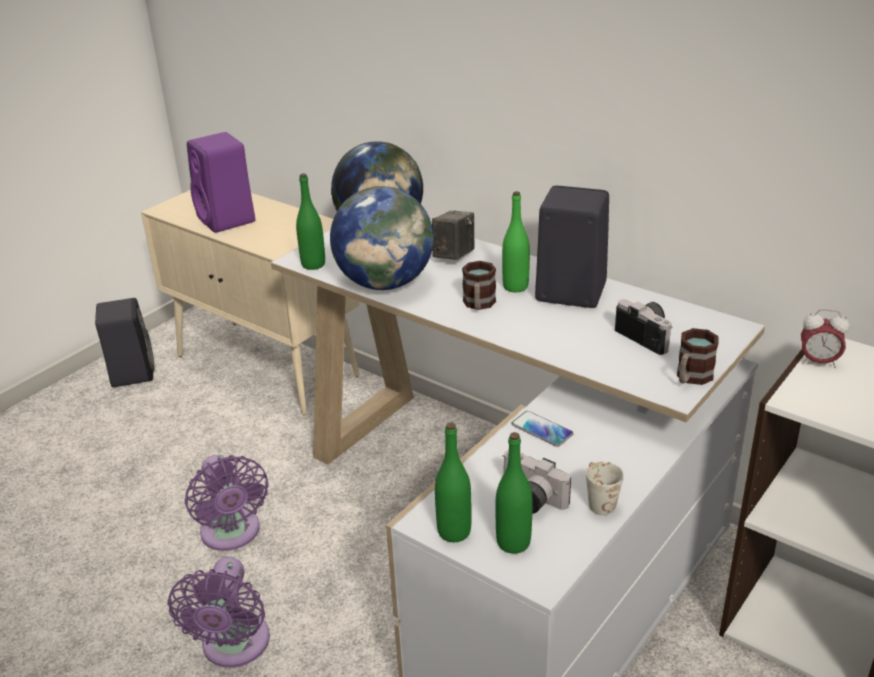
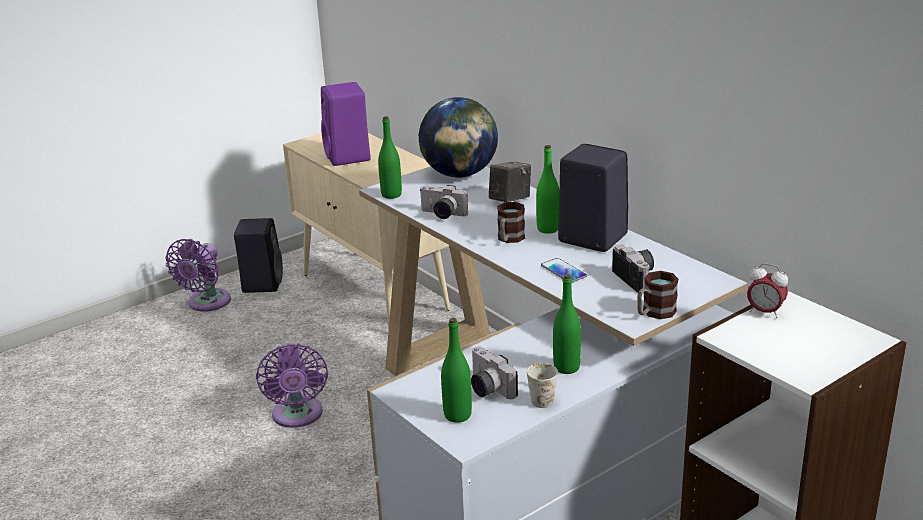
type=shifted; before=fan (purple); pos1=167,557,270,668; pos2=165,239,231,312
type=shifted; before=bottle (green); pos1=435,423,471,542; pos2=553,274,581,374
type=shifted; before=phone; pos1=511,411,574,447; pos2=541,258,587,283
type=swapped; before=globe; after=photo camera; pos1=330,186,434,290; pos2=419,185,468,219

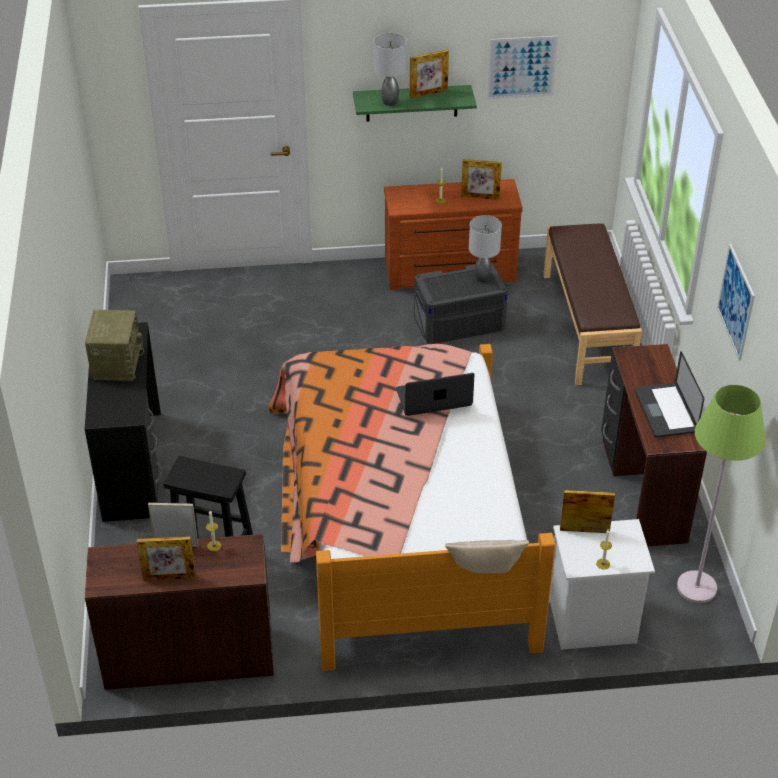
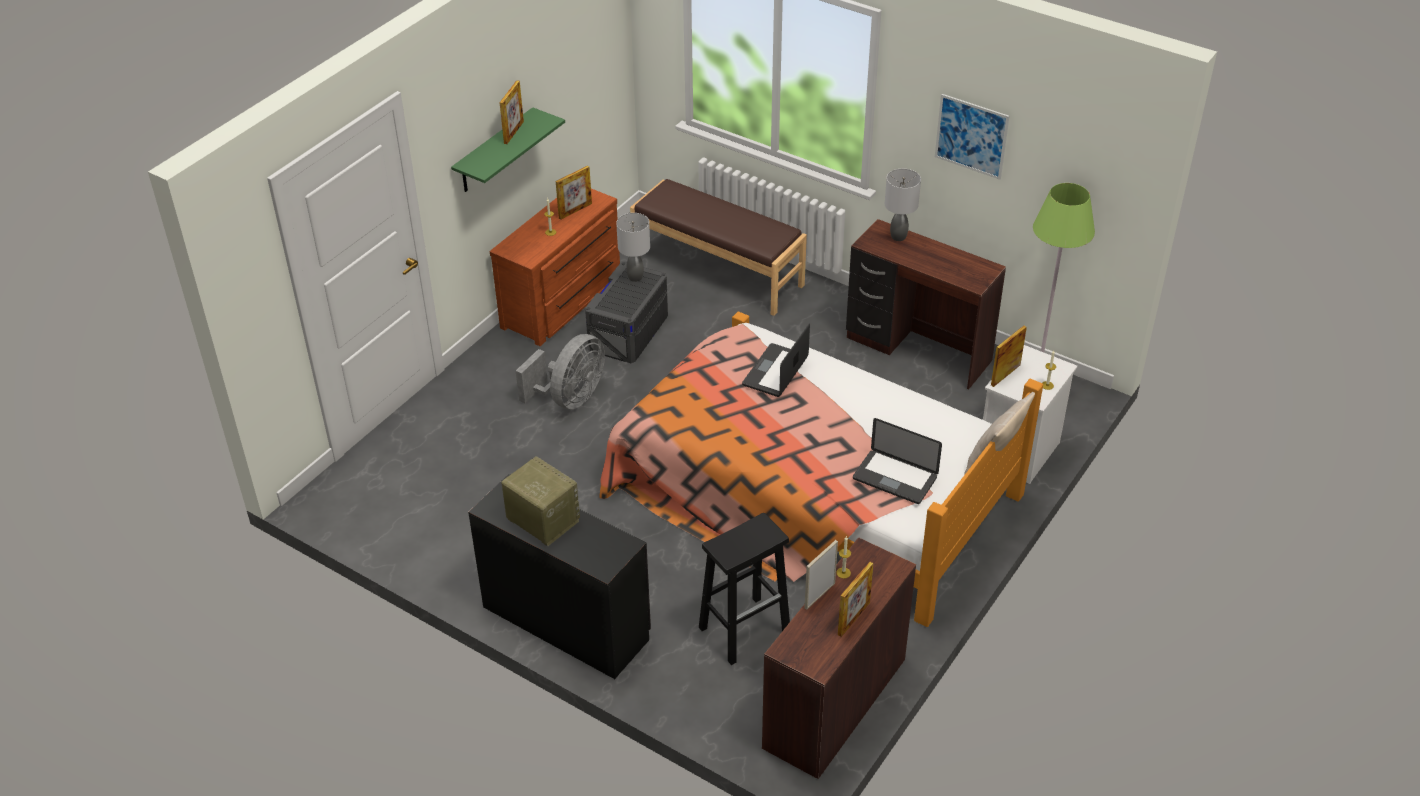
type=gone; before=picture; pos1=487,36,558,99
type=new; after=fan (grey); pos2=516,334,605,409
type=shifted; before=table lamp (grey); pos1=374,33,407,106; pos2=885,169,921,241
type=shifted; before=laptop; pos1=635,351,704,438; pos2=853,418,942,504

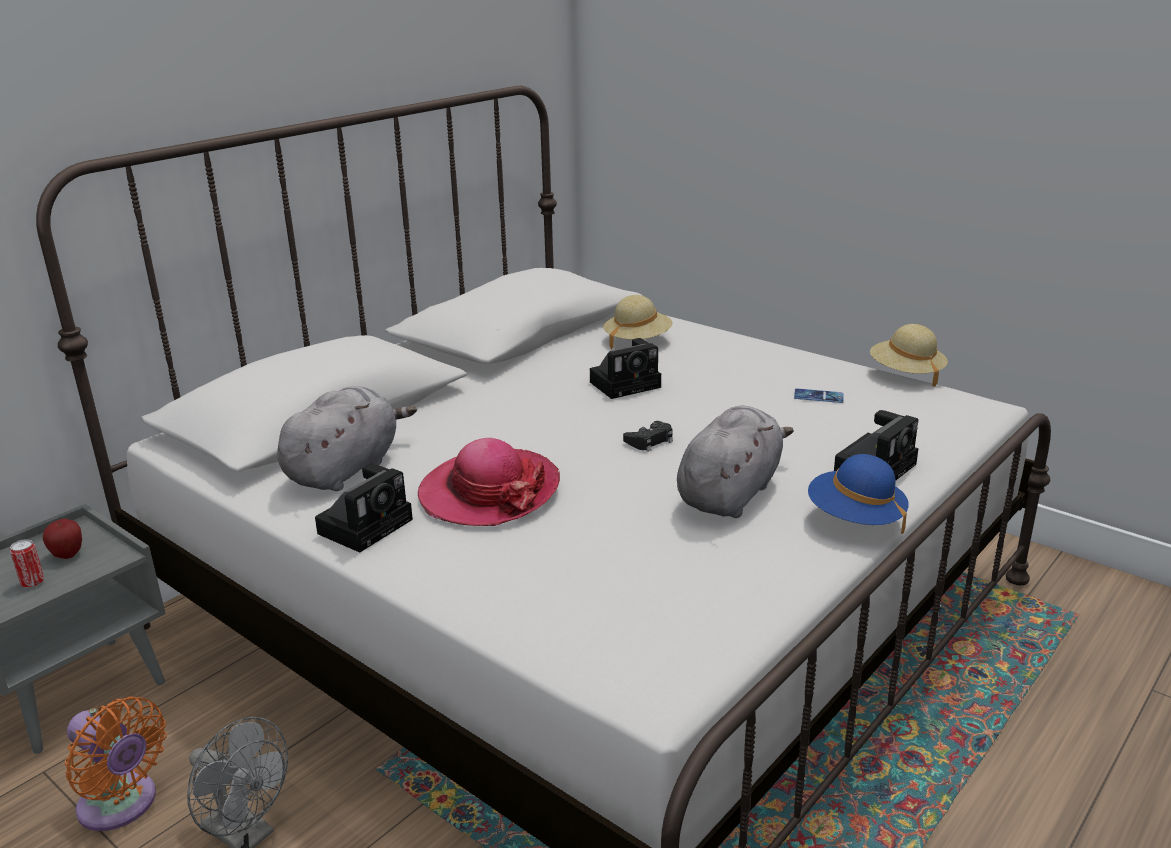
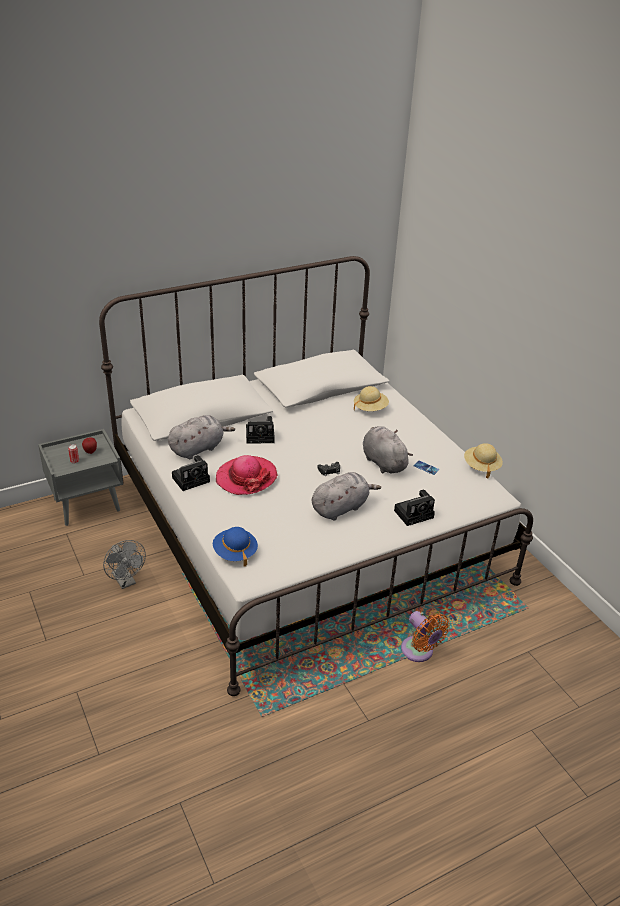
type=new; after=plush toy (grey); pos2=363,426,413,473
type=shifted; before=fan (orange); pos1=65,696,167,831; pos2=401,611,450,662
type=shifted; before=photo camera; pos1=590,338,661,399; pos2=246,416,275,444
type=shifted; before=hat (blue); pos1=808,454,909,534; pos2=213,527,258,567

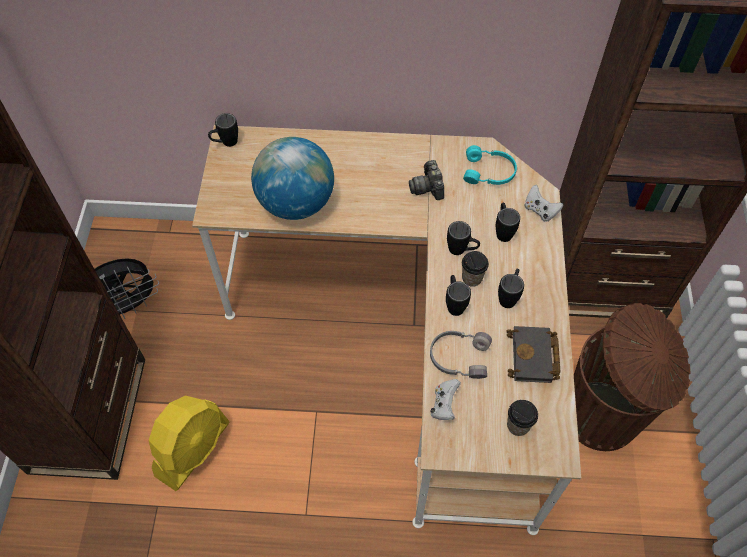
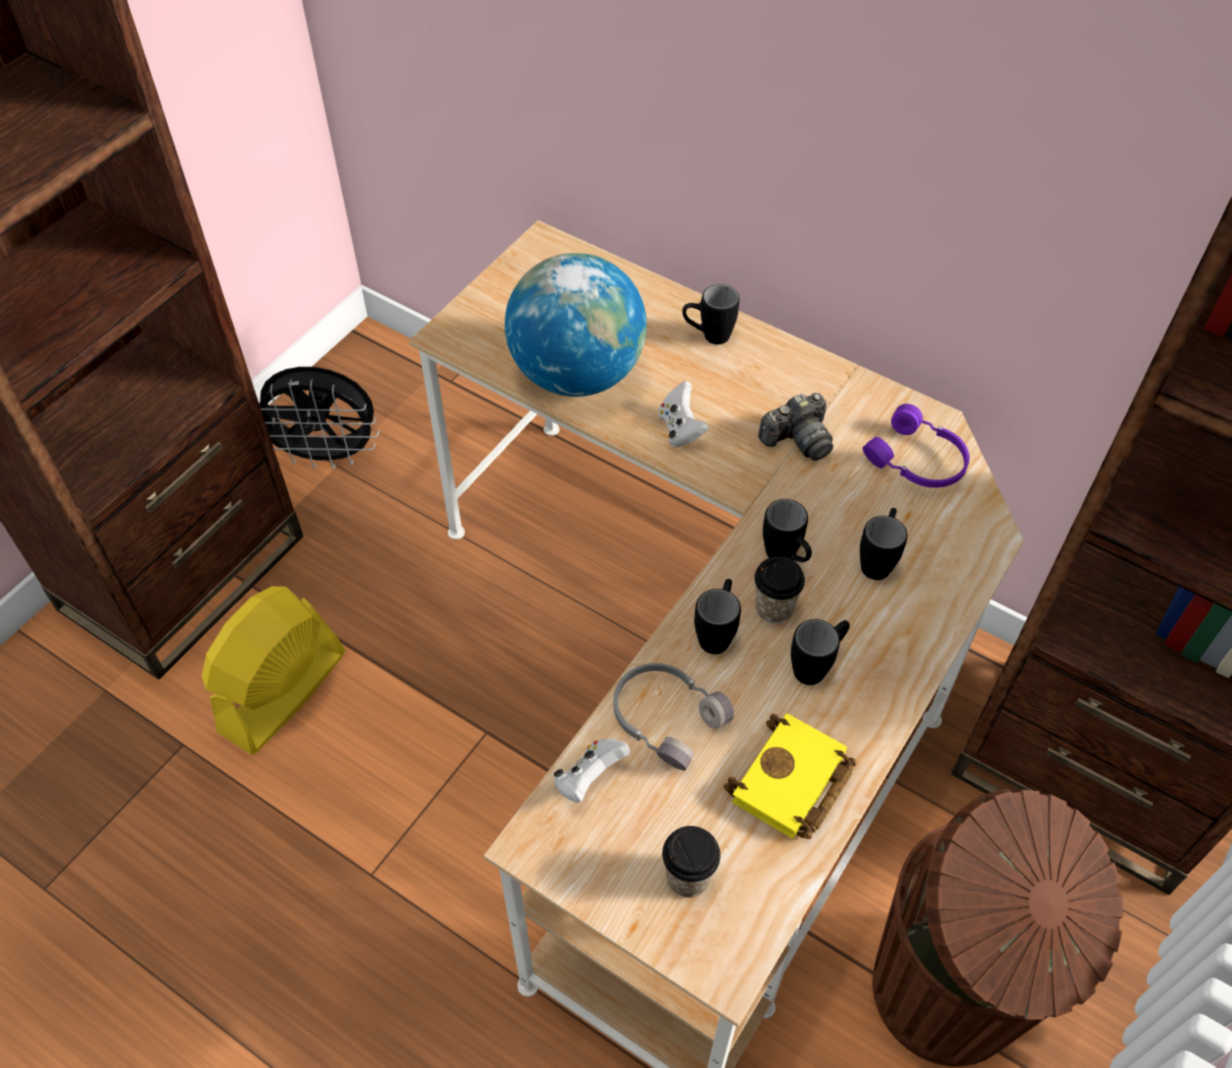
type=shifted; before=mug (black); pos1=208,113,238,147; pos2=682,284,739,345
type=shifted; before=game controller (white); pos1=524,185,563,222; pos2=658,381,709,447
type=repainted; before=headphones (turquoise); after=headphones (purple); pos1=463,145,517,185; pos2=863,404,969,488
type=repainted; before=book (black); after=book (yellow); pos1=507,326,560,383; pos2=724,713,857,839
type=rotated; before=fan (yellow); pos1=148,396,230,491; pos2=202,586,345,755; turn=150
type=rotated; before=photo camera; pos1=409,160,444,200; pos2=758,393,833,461; turn=-135

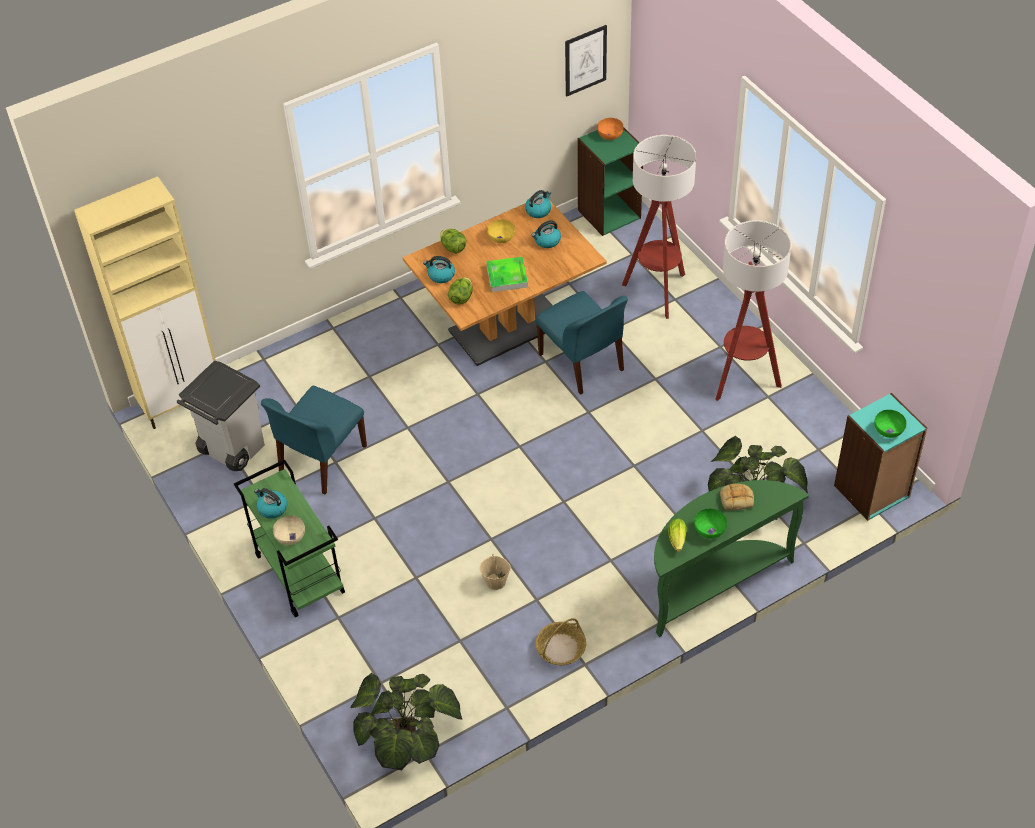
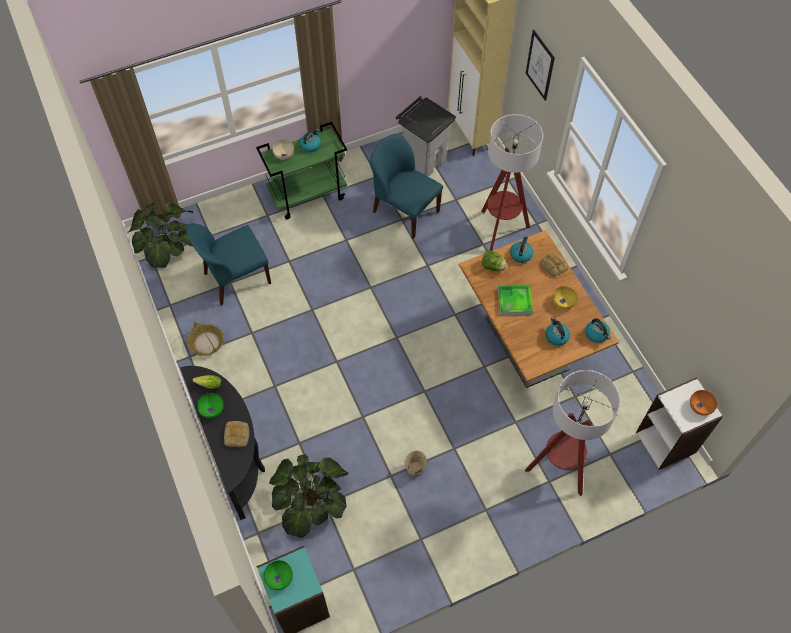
type=shifted; before=bucket (beige); pos1=479,554,511,590; pos2=404,450,427,477
type=shifted; before=chair (blue); pos1=535,291,628,395; pos2=186,223,271,305
type=shifted; before=picture; pos1=565,25,607,97; pos2=526,30,555,101
type=shifted; before=floor lamp; pos1=715,220,792,401; pos2=481,114,543,251
type=swapped; before=lettuce; after=bread; pos1=440,229,466,254; pos2=540,253,569,276
type=repainted; before=bookcase (green); after=bookcase (white); pos1=577,128,643,236; pos2=636,377,723,470
type=repainted; before=console table (green); after=console table (black); pos1=654,480,809,637; pos2=180,366,265,520

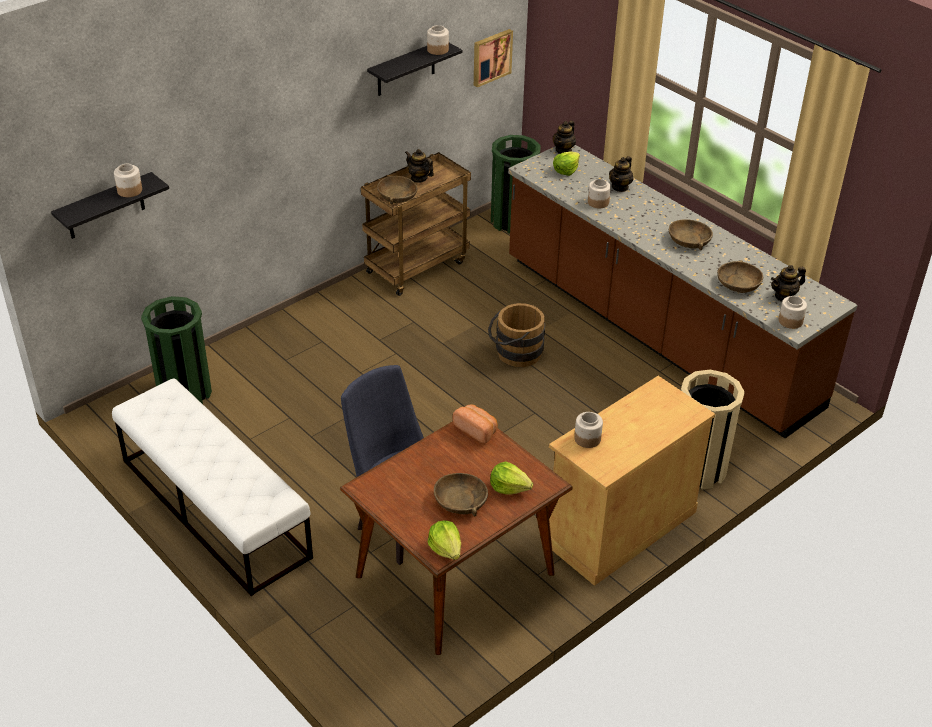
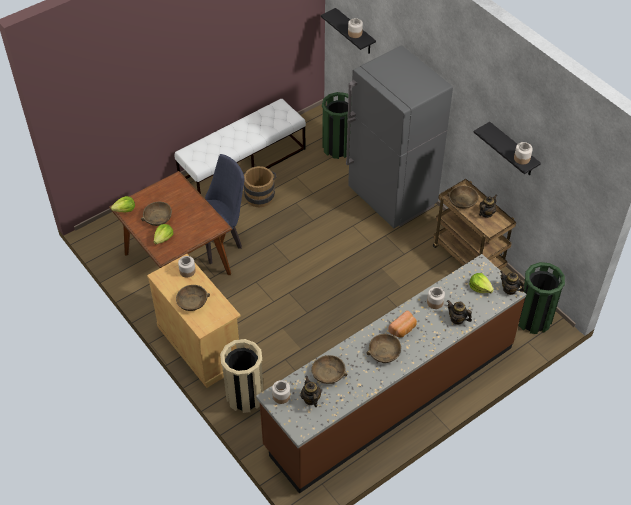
type=gone; before=picture; pos1=474,29,513,87
type=new; after=bowl (brown); pos2=176,285,210,311
type=new; after=fridge (grey); pos2=346,45,453,228
type=shifted; before=bread; pos1=453,405,498,443; pos2=389,311,417,337
type=shifted; before=bucket (brown); pos1=488,303,545,367; pos2=243,166,277,207

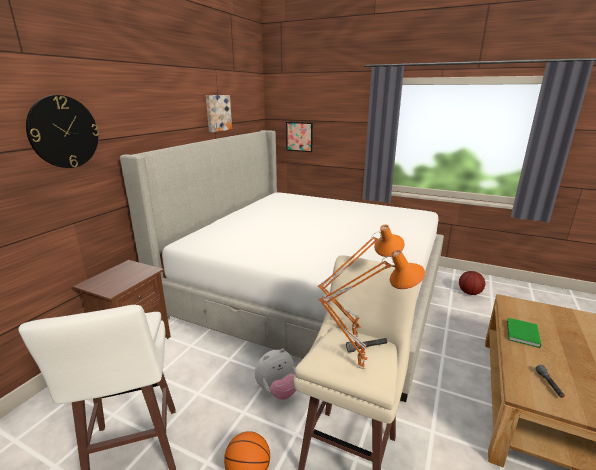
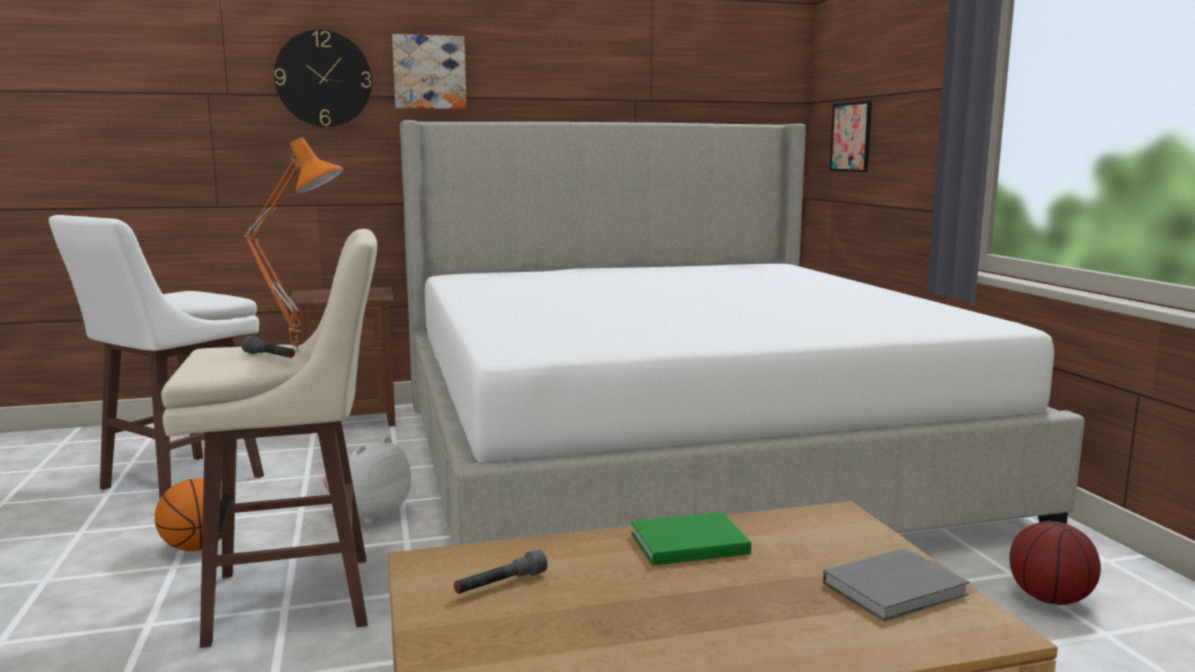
type=gone; before=table lamp (orange); pos1=319,250,425,369
type=new; after=book (grey); pos2=823,548,970,622
type=shifted; before=picture; pos1=206,95,232,133; pos2=392,34,466,109
type=rotated; before=plush toy; pos1=255,349,296,400; pos2=323,436,411,524; turn=105

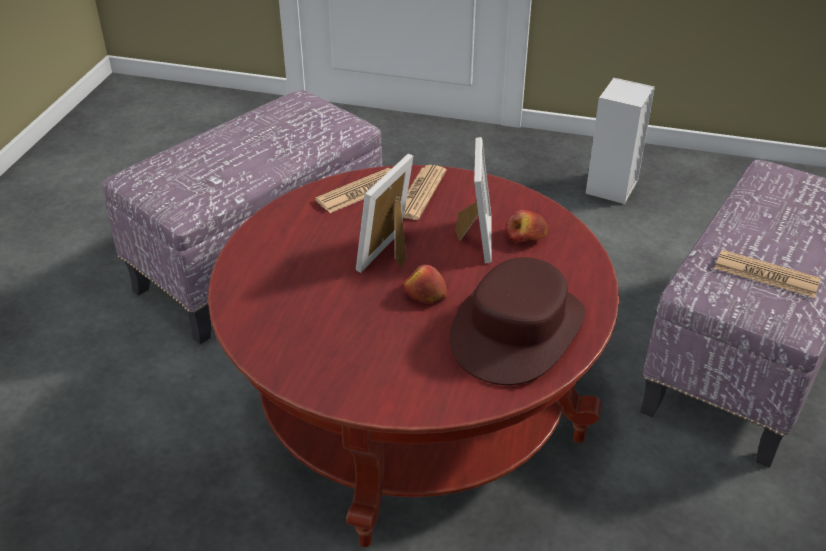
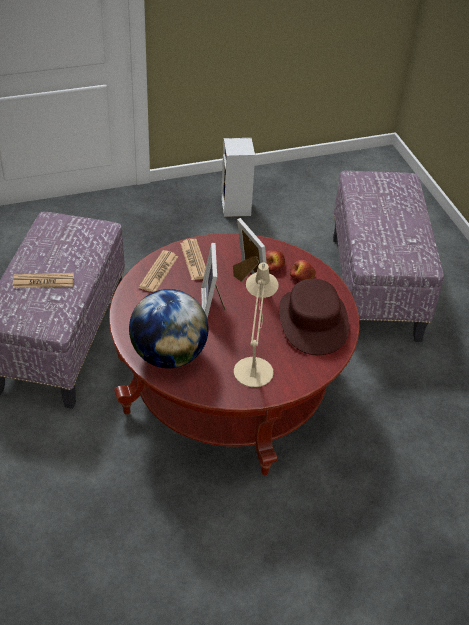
type=new; after=globe; pos2=129,289,209,369
type=new; after=table lamp (beige); pos2=234,263,279,387
type=shifted; before=apple; pos1=403,264,447,303; pos2=290,260,316,280
type=shifted; before=newspaper; pos1=714,250,821,298; pos2=13,273,74,288

